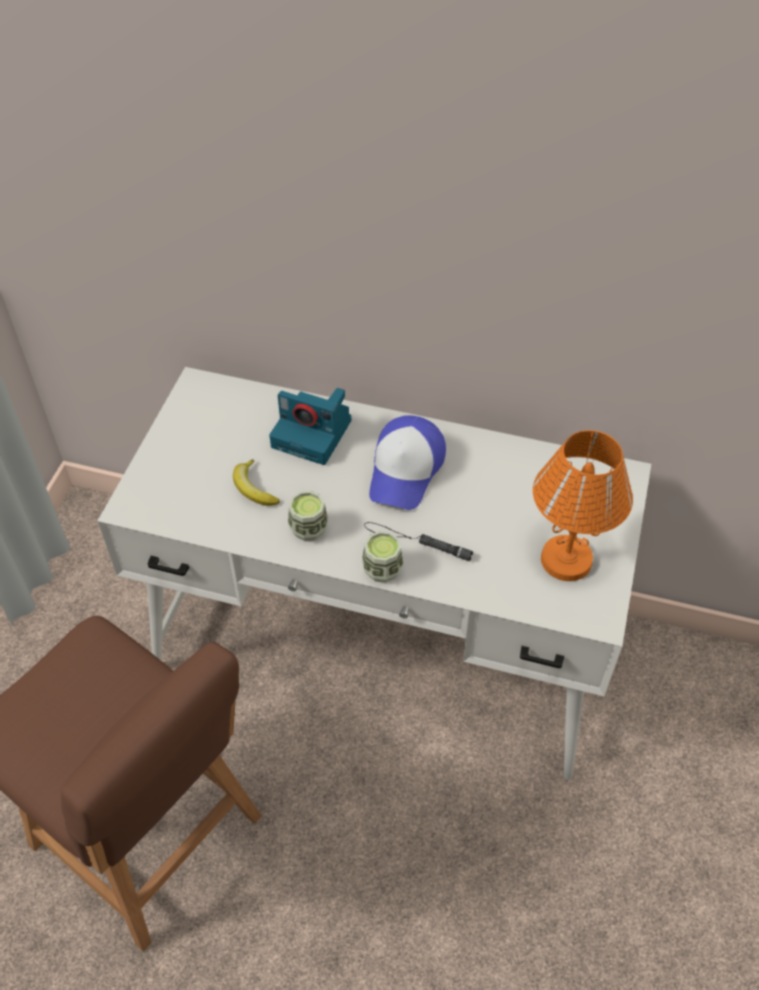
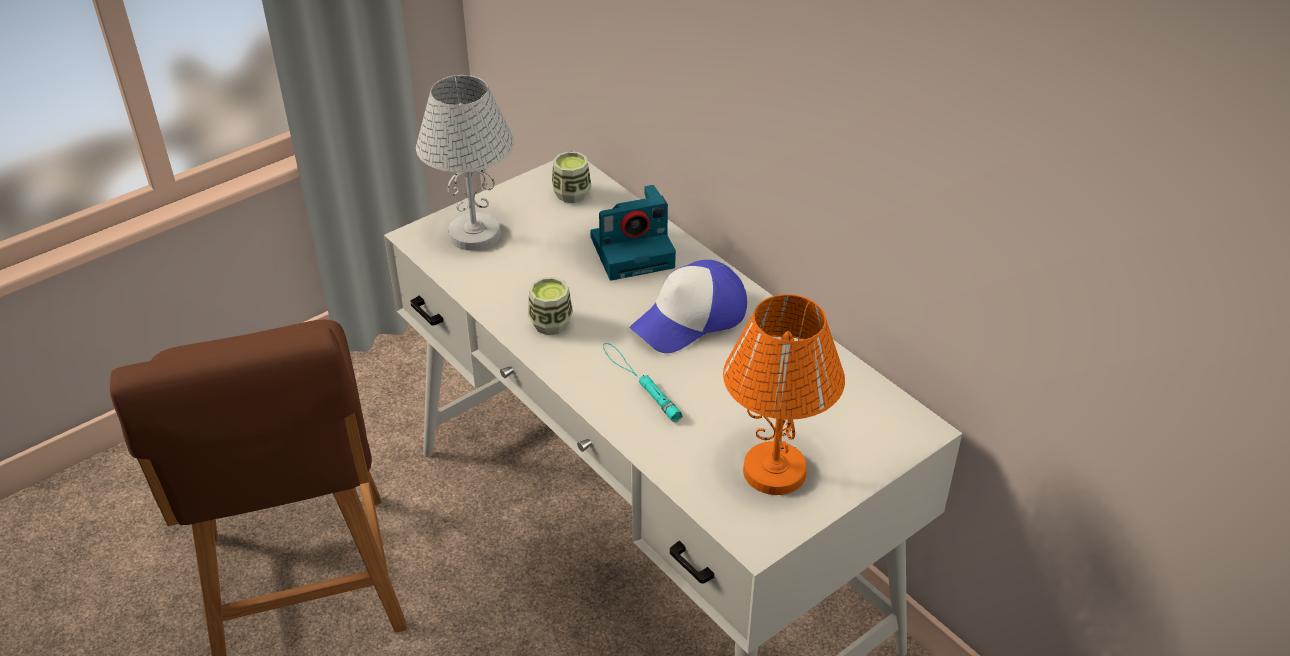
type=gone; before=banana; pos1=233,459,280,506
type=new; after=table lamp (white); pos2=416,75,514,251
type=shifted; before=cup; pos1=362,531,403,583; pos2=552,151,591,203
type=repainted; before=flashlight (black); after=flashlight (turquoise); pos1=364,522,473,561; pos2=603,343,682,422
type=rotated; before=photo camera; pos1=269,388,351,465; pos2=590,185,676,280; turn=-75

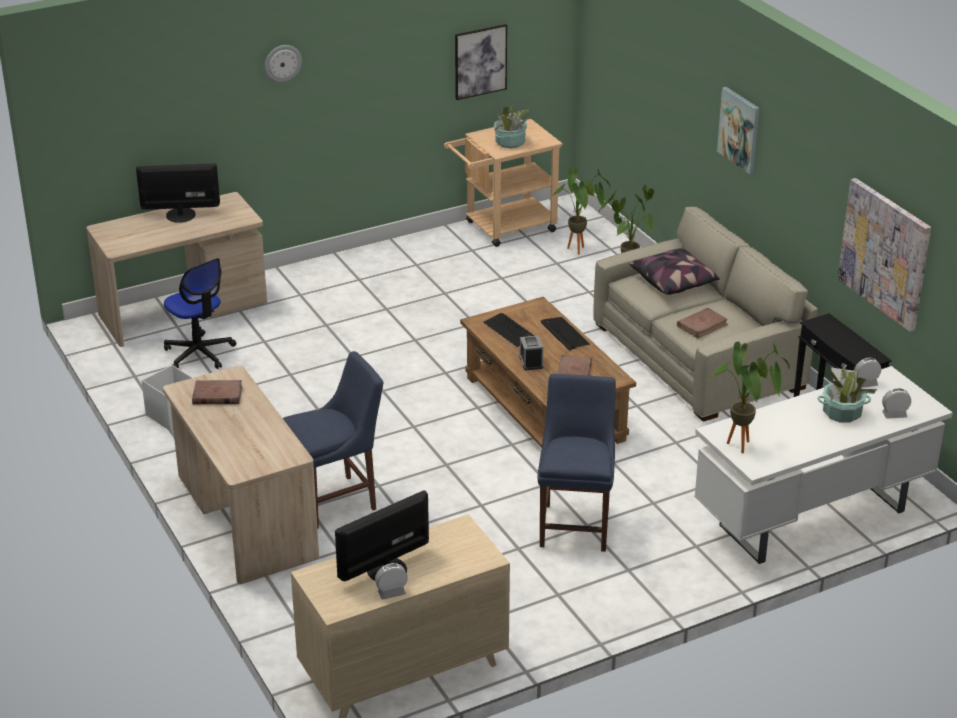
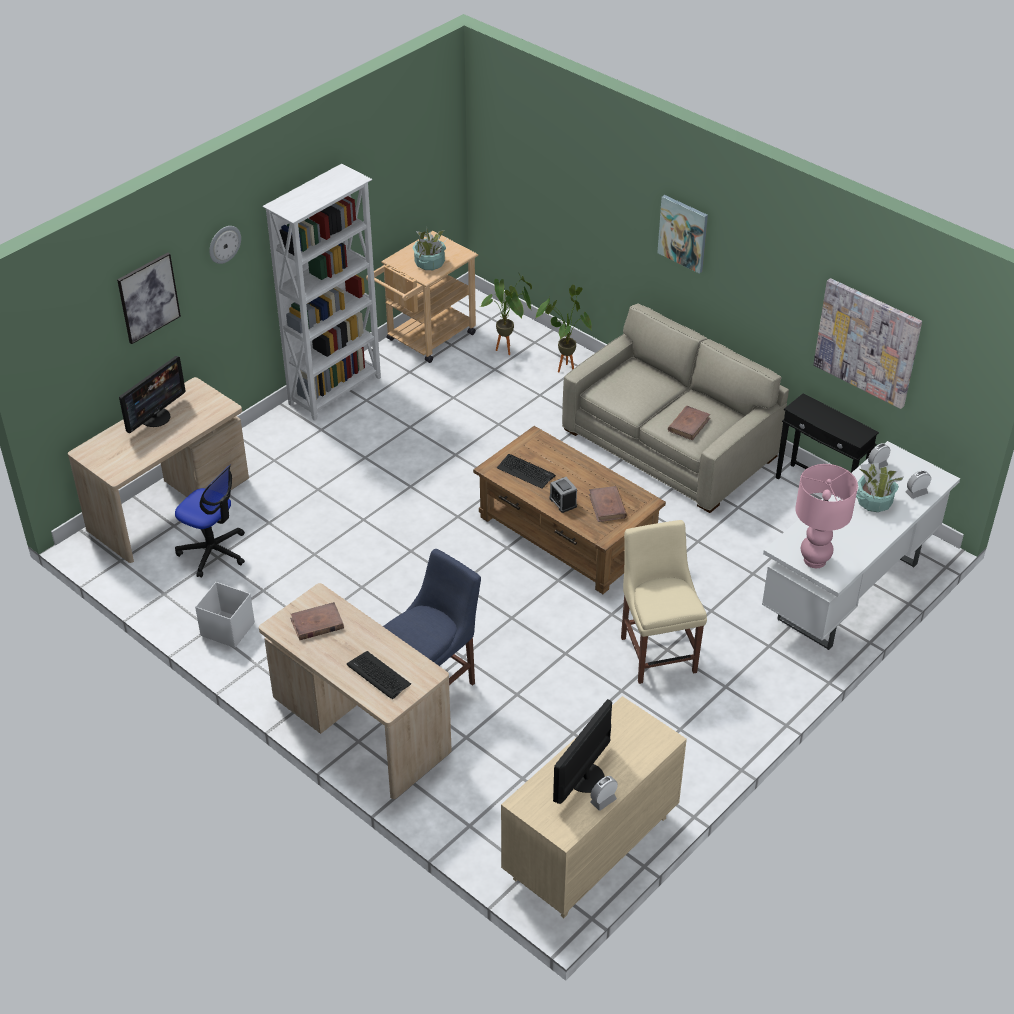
type=gone; before=pillow; pos1=629,249,720,294
type=new; after=bookcase (white); pos2=262,164,381,421
type=shifted; before=picture; pos1=455,24,507,100; pos2=117,253,181,344
type=shifted; before=keyboard; pos1=540,317,590,350; pos2=347,651,411,699
type=swapped; before=potted plant; after=table lamp (pink); pos1=711,341,790,453; pos2=795,464,858,568
type=repainted; before=chair (blue); after=chair (beige); pos1=538,374,616,552; pos2=621,520,707,684
type=rotated; before=monitor; pos1=136,163,220,223; pos2=119,356,186,433; turn=150

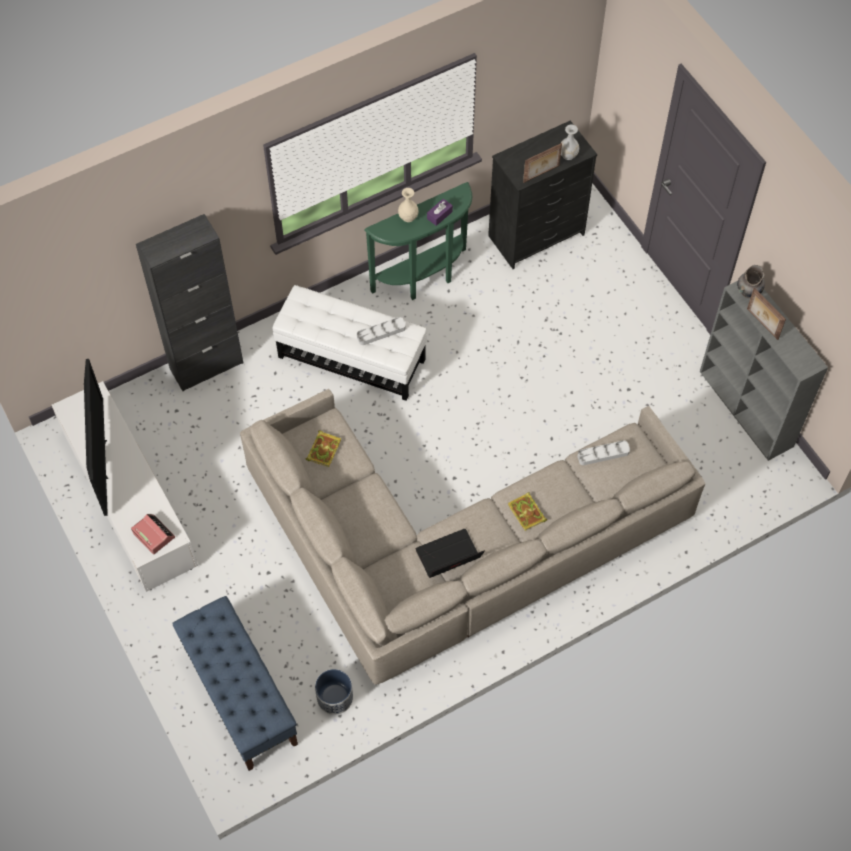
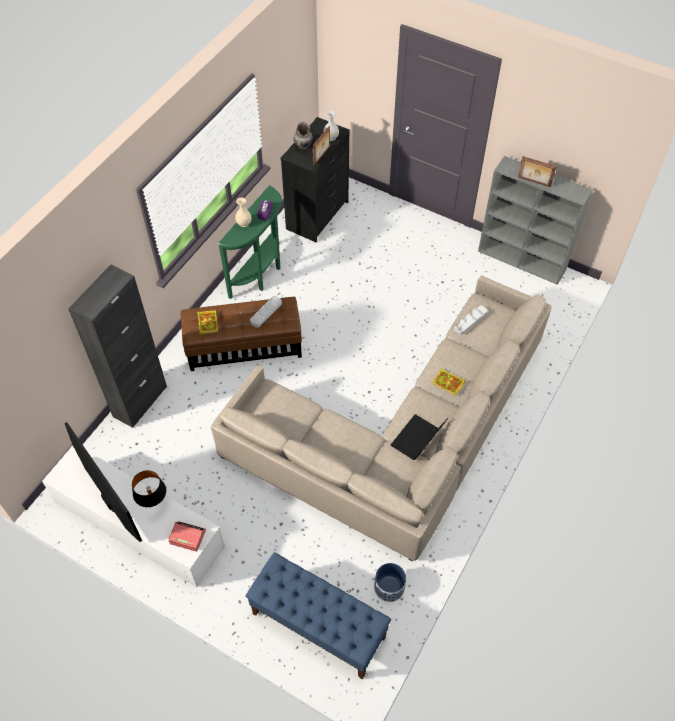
type=new; after=table lamp (black); pos2=132,470,166,507
type=shifted; before=book; pos1=306,430,341,467; pos2=197,310,218,335
type=shifted; before=vase (grey); pos1=737,265,765,298; pos2=293,122,313,149
type=repainted; before=ottoman (white); after=ottoman (brown); pos1=272,285,427,401; pos2=181,297,302,371

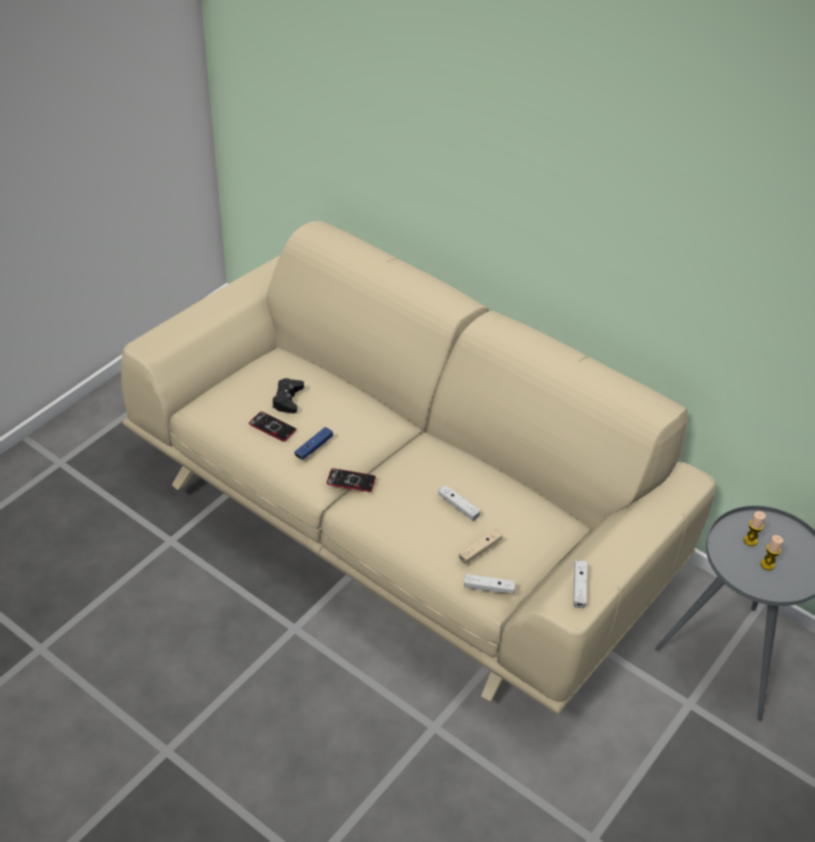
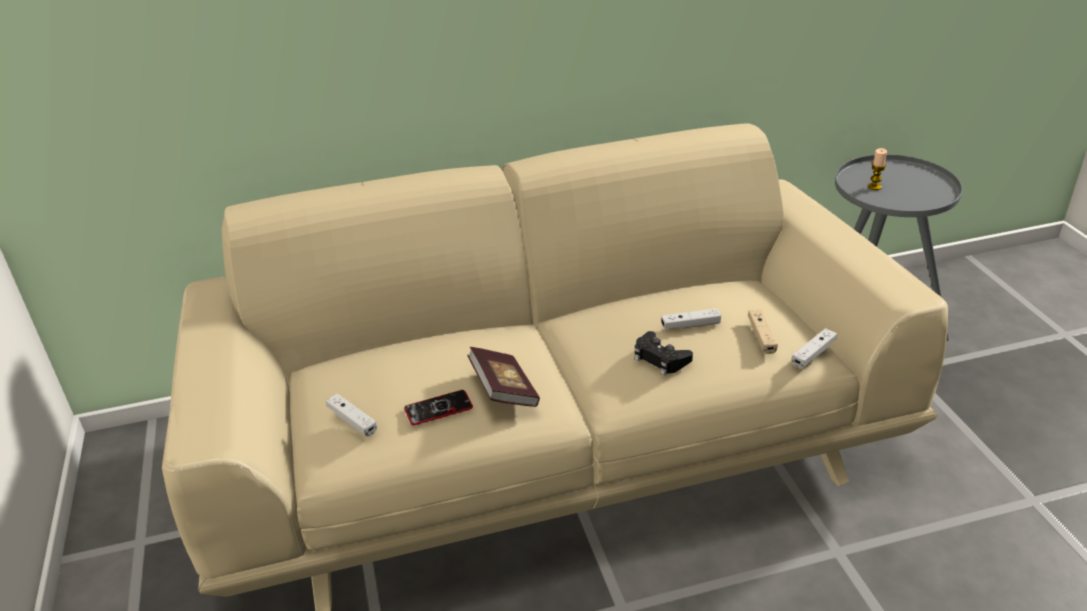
type=gone; before=phone; pos1=327,468,376,492
type=gone; before=candle; pos1=761,535,783,570
type=shifted; before=game controller (black); pos1=272,378,304,413; pos2=634,331,693,376
type=shifted; before=game controller (white); pos1=573,560,588,608; pos2=326,394,377,437
type=swapped; before=game controller (blue); after=book; pos1=295,427,333,460; pos2=467,347,540,407

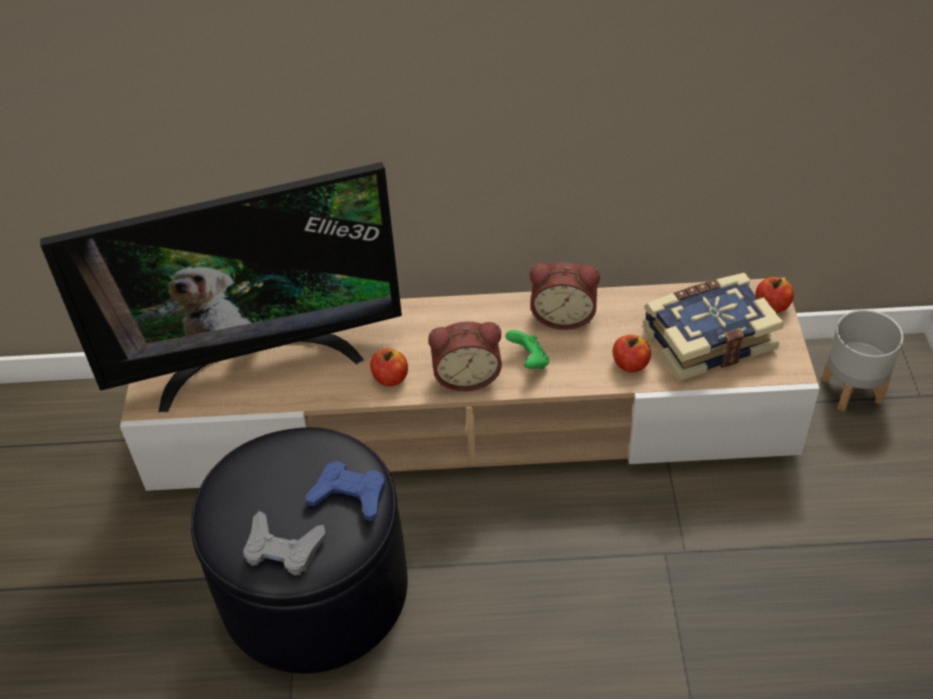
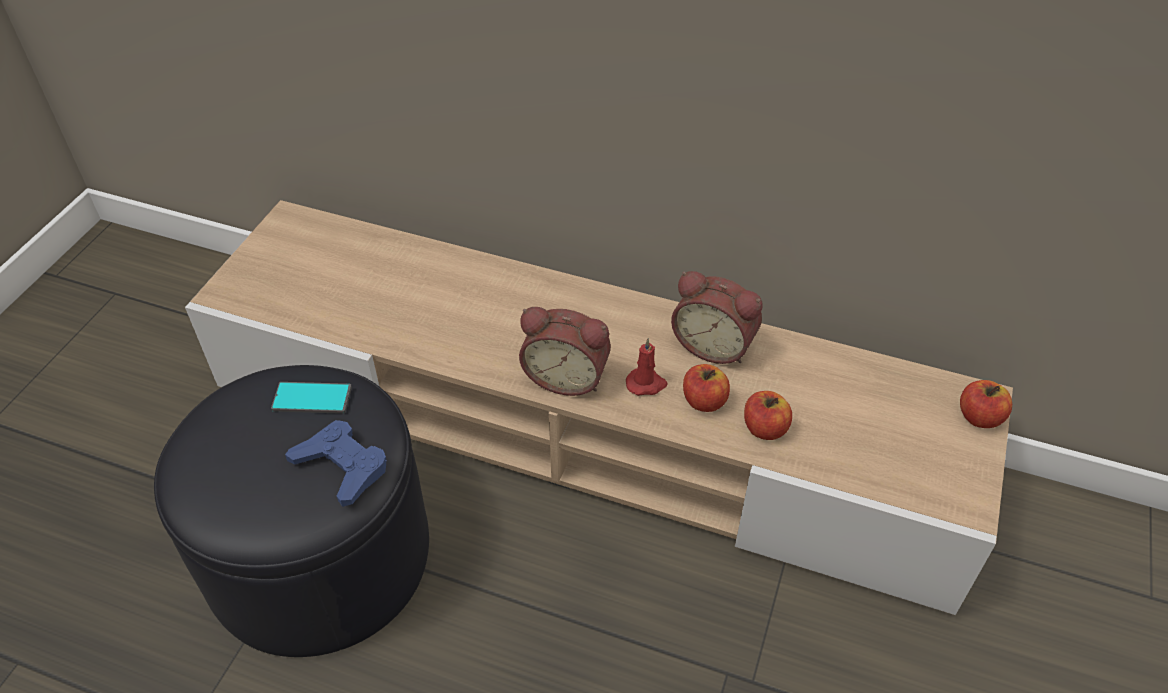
type=gone; before=television; pos1=40,162,402,413
type=gone; before=game controller (grey); pos1=243,511,326,576
type=gone; before=book; pos1=643,273,784,381
type=gone; before=planter (grey); pos1=822,310,903,412
type=new; after=phone; pos2=271,382,352,414
type=shifted; before=apple; pos1=370,349,408,386; pos2=683,364,730,412
type=swapped; before=game controller (green); after=candle (red); pos1=505,330,549,369; pos2=626,338,668,396

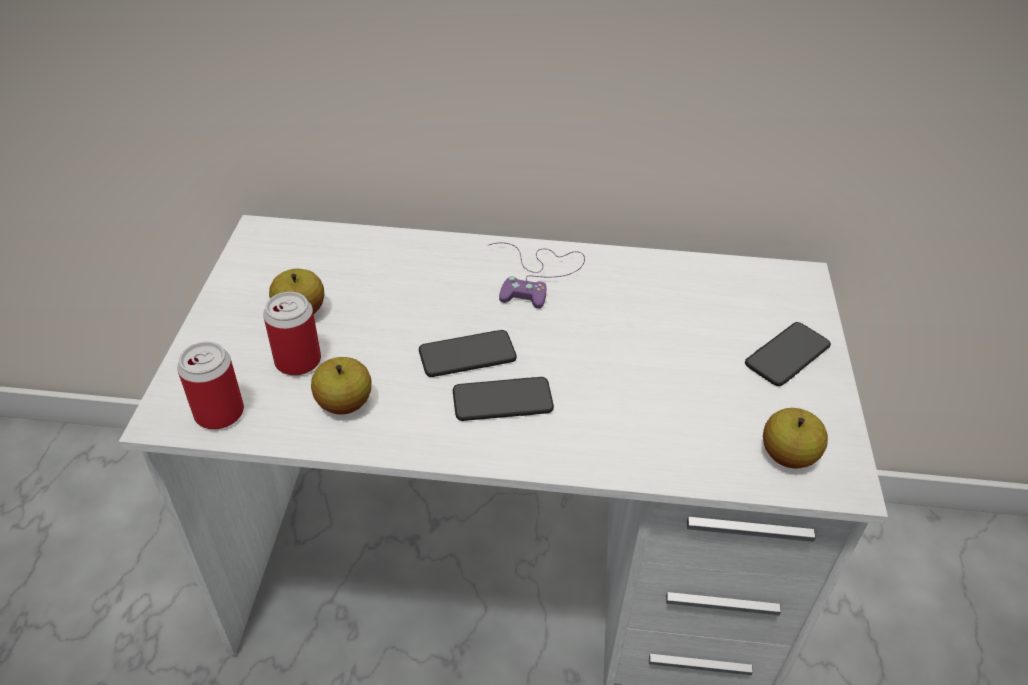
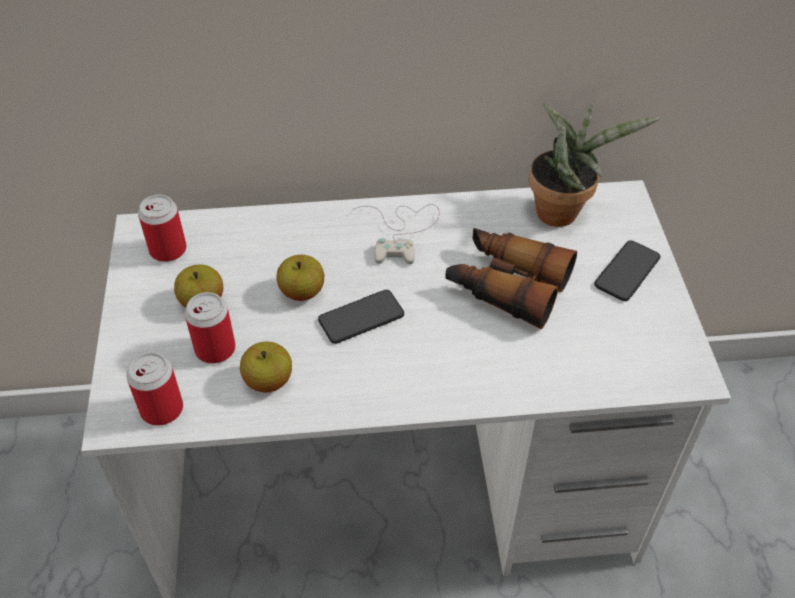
type=gone; before=phone; pos1=453,377,554,421
type=new; after=can; pos2=138,195,187,262
type=new; after=binoculars; pos2=445,228,577,329
type=new; after=potted plant; pos2=529,103,660,227
type=shifted; before=apple; pos1=763,408,828,469; pos2=276,255,324,301
type=repainted; before=game controller (purple); after=game controller (white); pos1=489,242,585,309; pos2=351,204,440,264

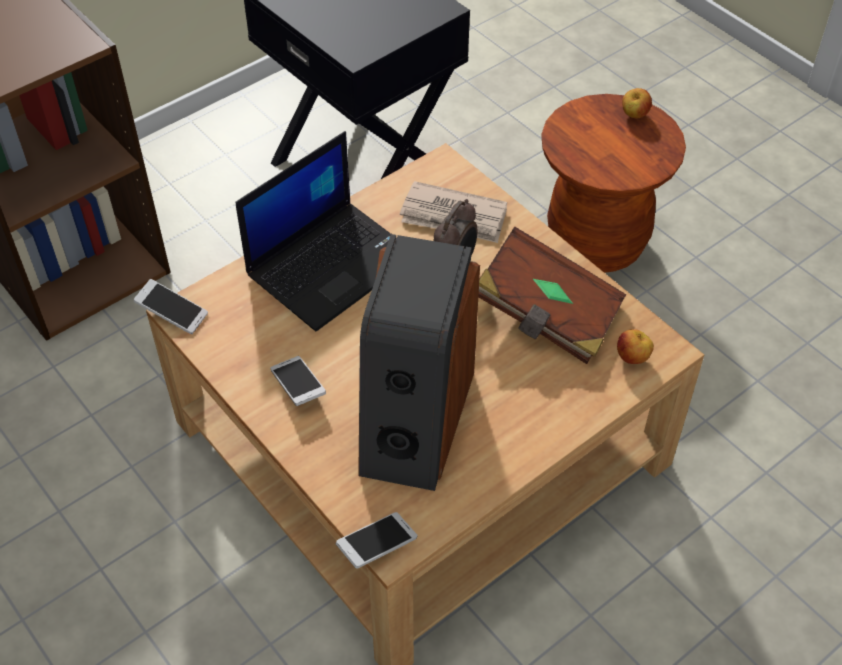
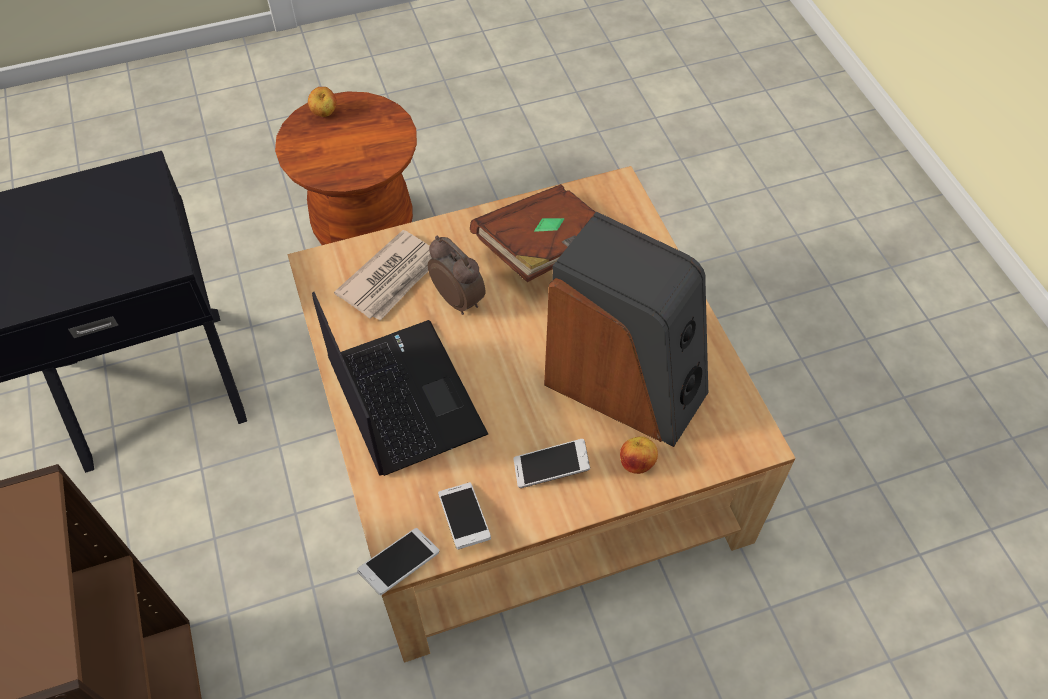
type=shifted; before=phone; pos1=336,512,418,569; pos2=438,482,491,550
type=shifted; before=apple; pos1=617,329,654,364; pos2=620,436,658,474

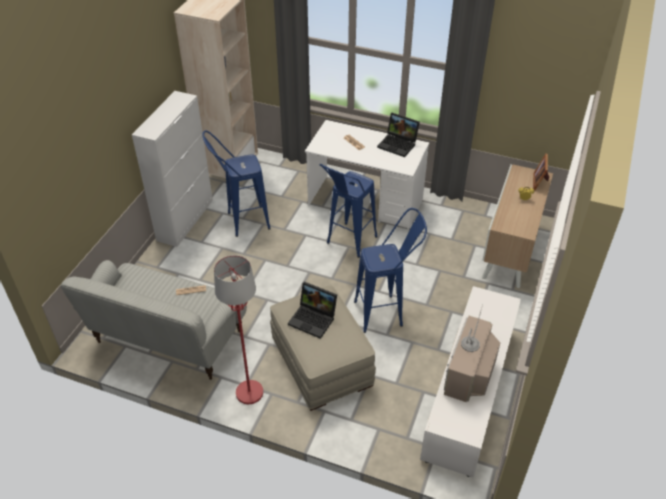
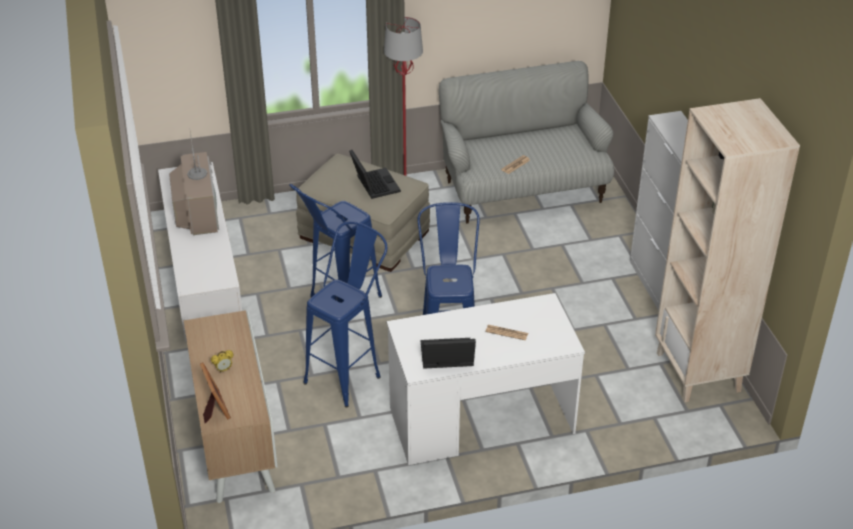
type=shifted; before=stool (blue); pos1=202,130,271,237; pos2=303,221,387,407
type=rotated; before=laptop; pos1=288,282,337,339; pos2=349,150,401,199; turn=75

